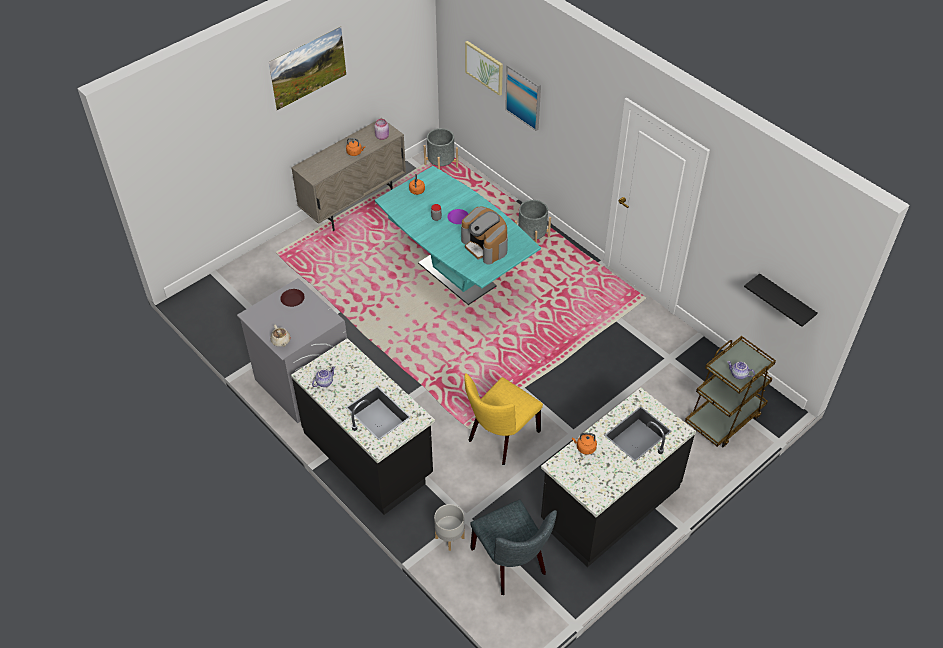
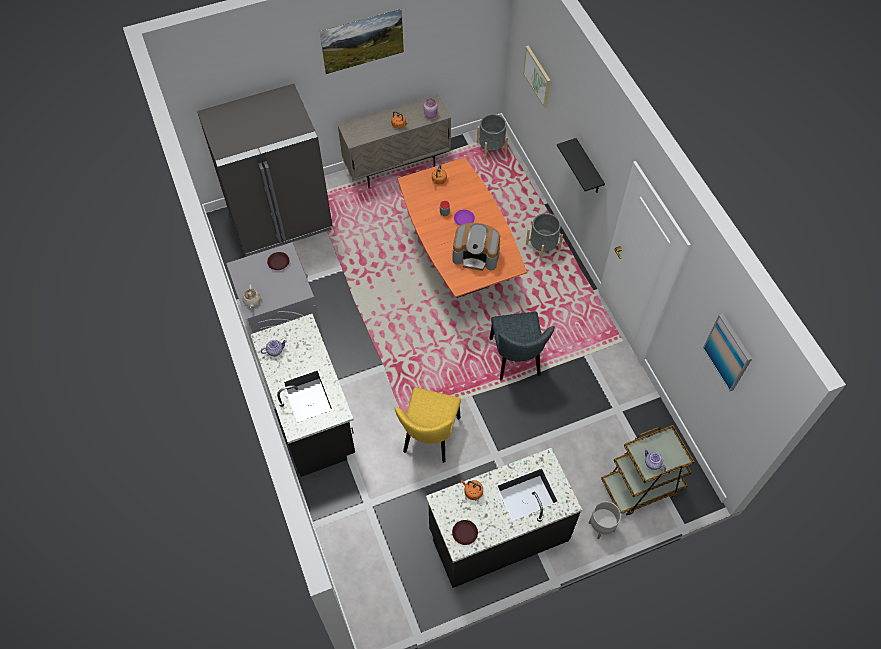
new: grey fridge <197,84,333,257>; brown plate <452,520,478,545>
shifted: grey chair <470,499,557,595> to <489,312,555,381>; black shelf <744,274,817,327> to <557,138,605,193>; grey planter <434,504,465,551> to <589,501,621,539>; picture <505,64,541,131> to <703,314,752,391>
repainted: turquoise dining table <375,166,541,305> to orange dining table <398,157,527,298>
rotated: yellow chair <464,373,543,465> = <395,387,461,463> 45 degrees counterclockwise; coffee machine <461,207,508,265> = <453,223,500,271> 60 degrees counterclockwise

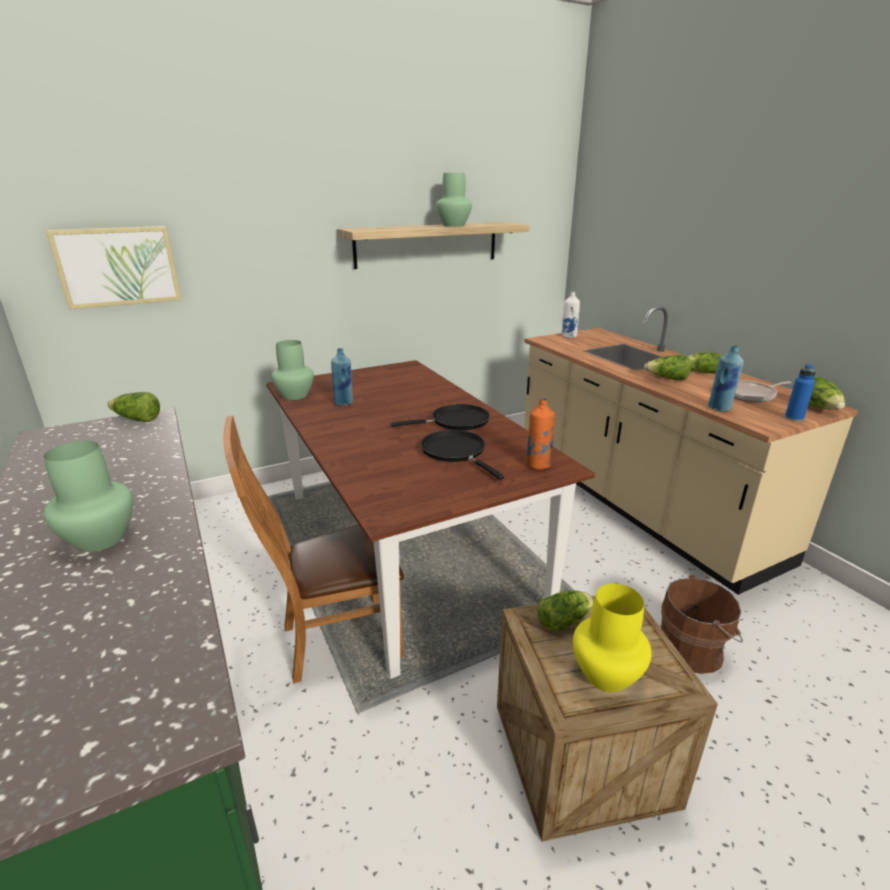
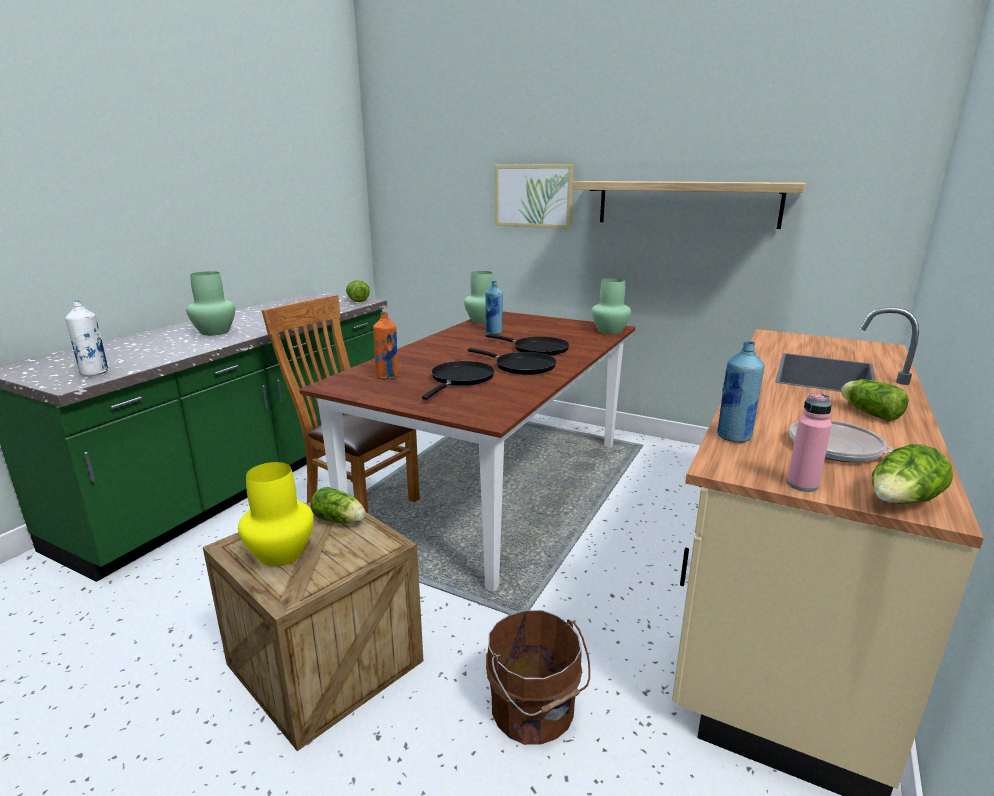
gone: lettuce <644,355,691,380>
new: black frying pan <485,334,570,356>
shifted: white bottle <562,292,580,338> to <65,300,109,376>; orange bottle <527,397,555,470> to <373,312,398,379>; picture <46,226,181,309> to <495,164,574,229>; green vase <436,173,472,227> to <591,278,631,334>
repainted: blue bottle <785,364,816,422> to pink bottle <787,393,832,492>

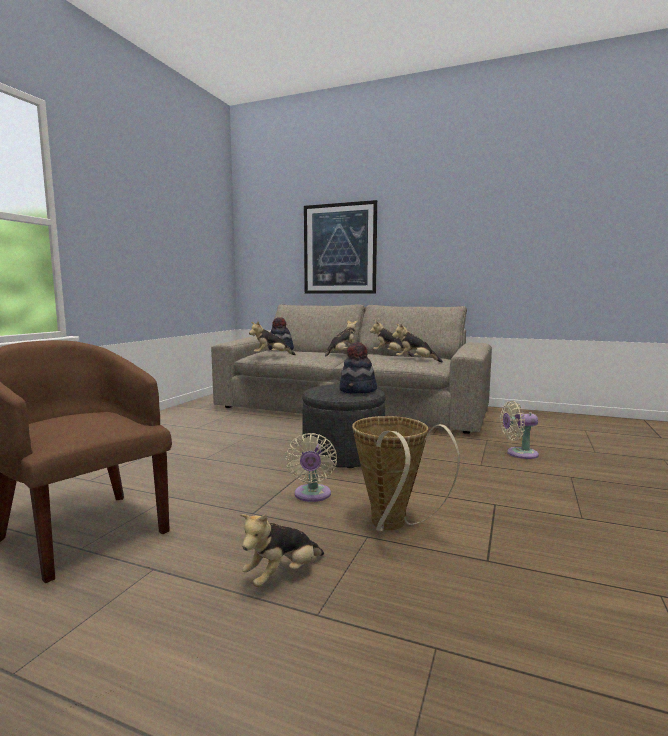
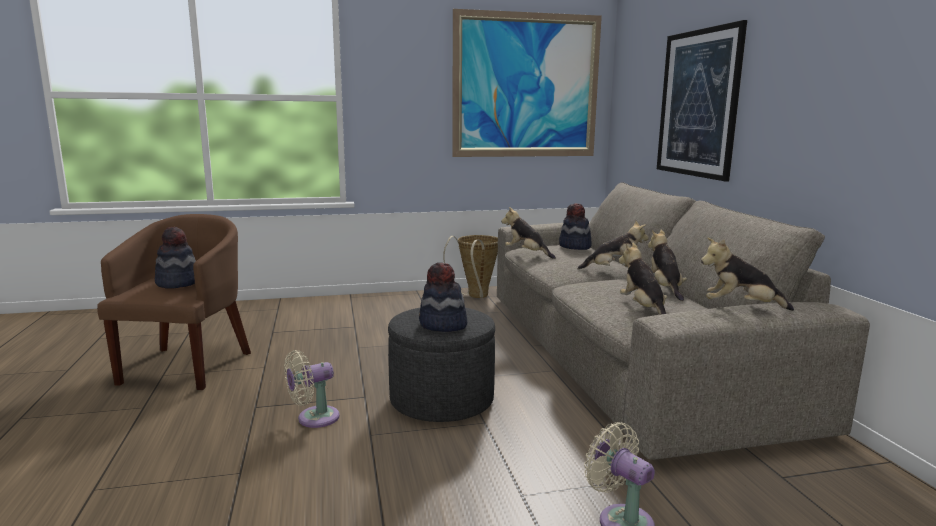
new: hat <155,227,196,288>; picture <452,9,602,157>
shifted: basket <352,416,460,531> to <443,235,498,298>; plush toy <240,514,324,587> to <701,237,794,311>

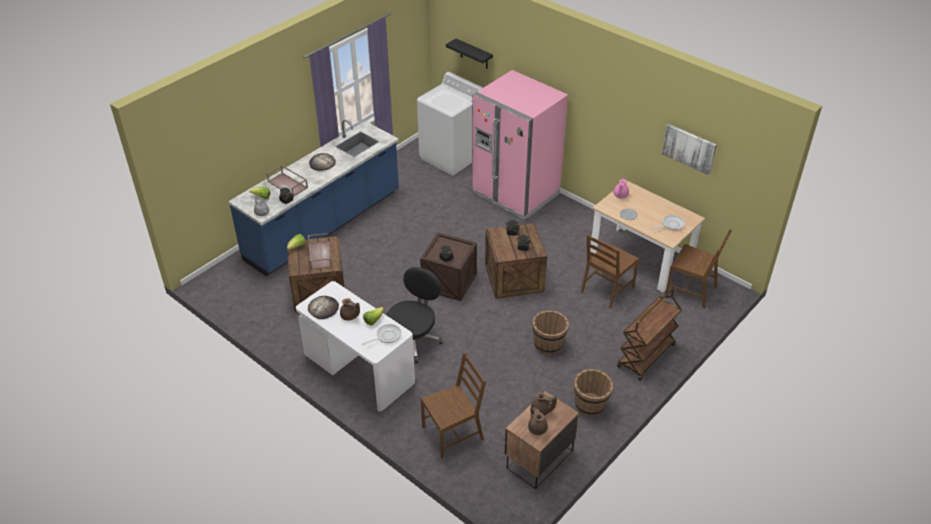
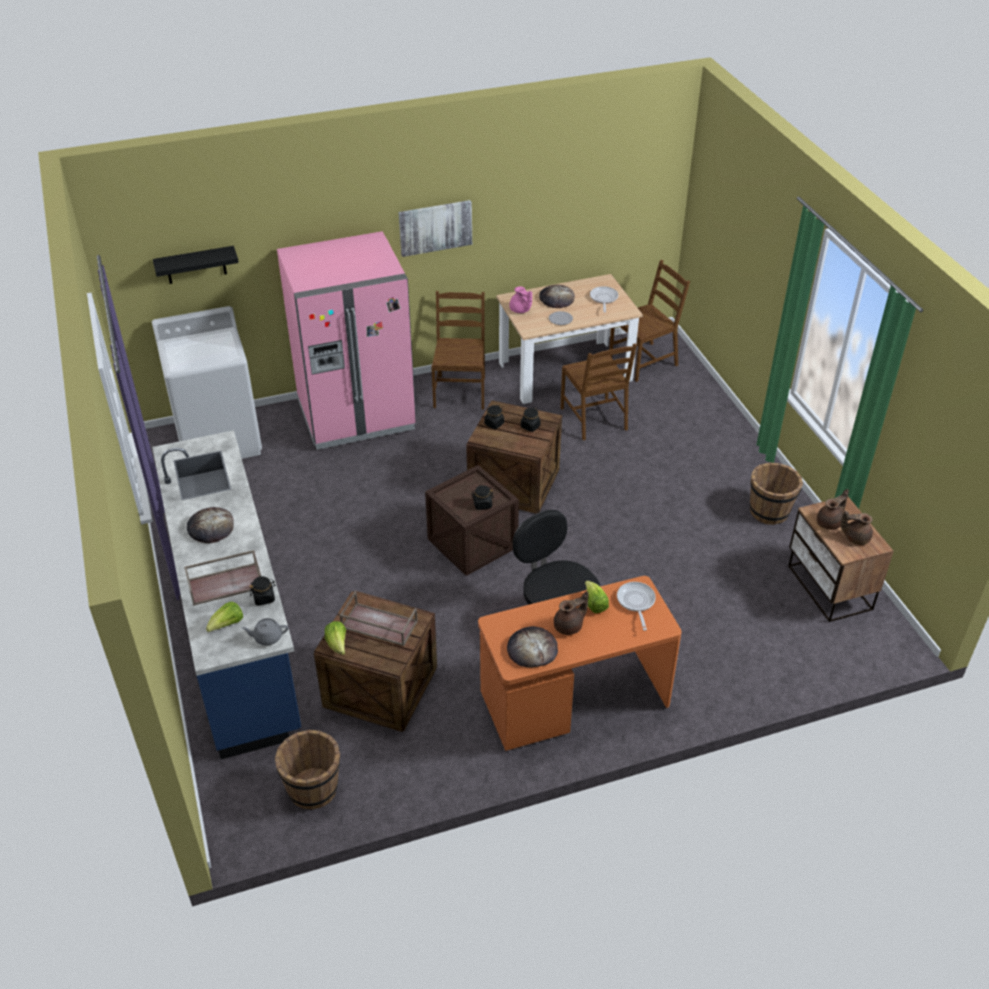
gone: brown cart <617,288,682,381>
new: bread <539,285,575,308>
shifted: brown bucket <532,310,569,355> to <275,730,340,810>; picture <662,124,717,175> to <399,200,472,257>; brown chair <420,352,486,459> to <431,291,485,410>
repainted: white desk <296,281,415,411> to orange desk <478,576,682,751>

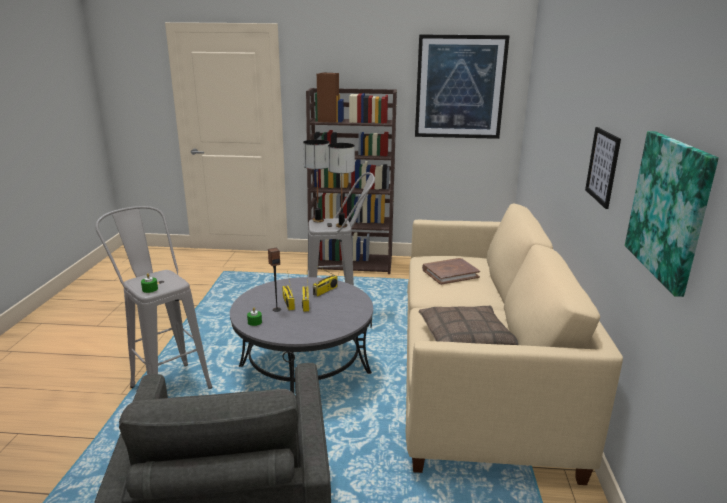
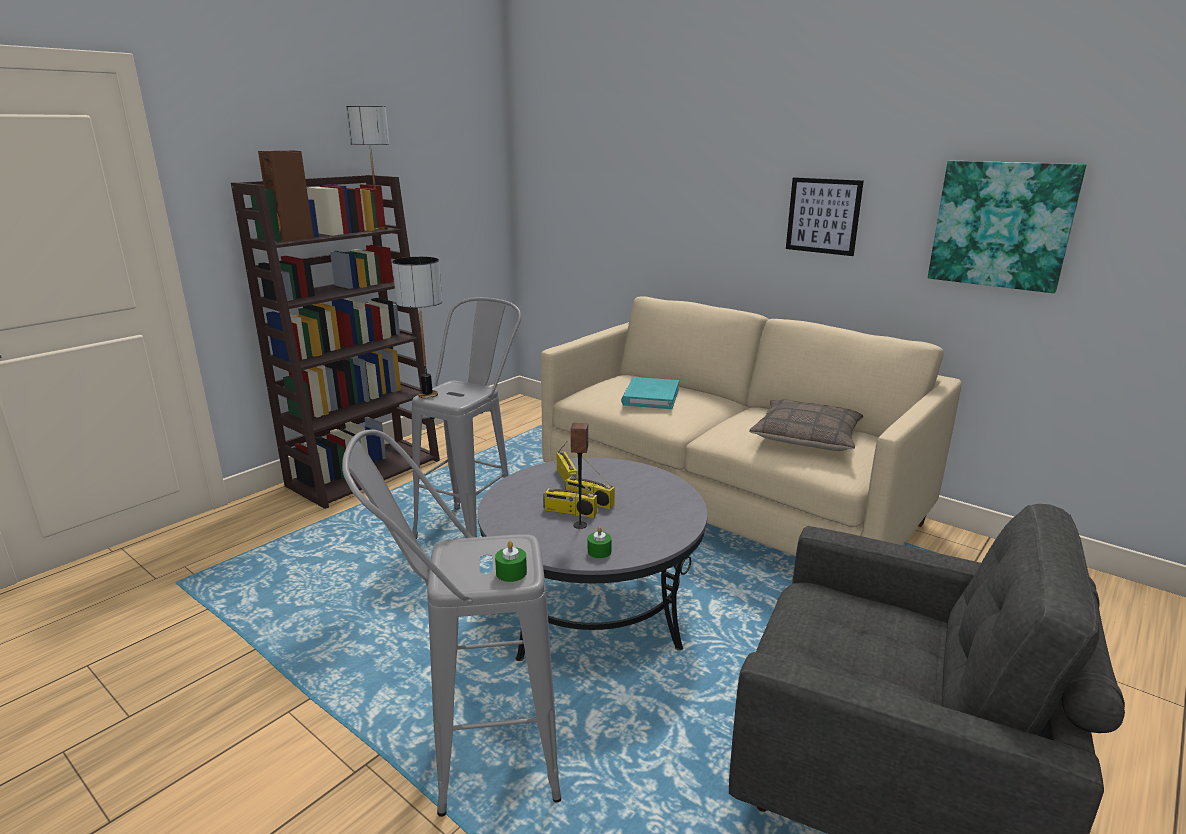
gone: picture <415,34,510,139>
shifted: table lamp <328,143,355,228> to <346,106,389,230>
repainted: brown book <422,258,480,285> to turquoise book <621,377,679,409>

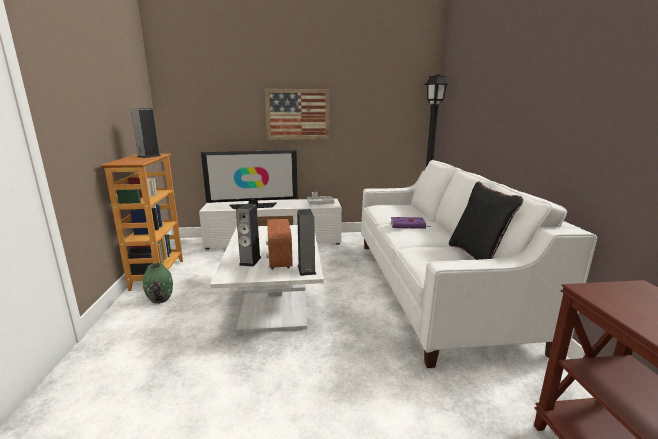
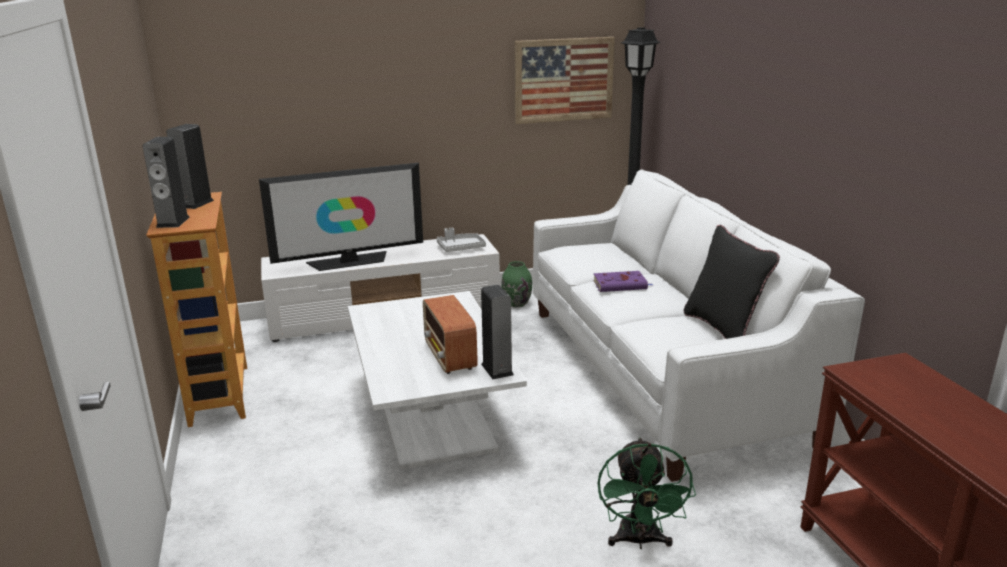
new: green fan <598,437,696,549>
shifted: speaker <236,204,261,267> to <143,137,190,228>; green vase <143,263,173,304> to <501,261,532,308>; picture <265,89,329,140> to <515,37,615,124>

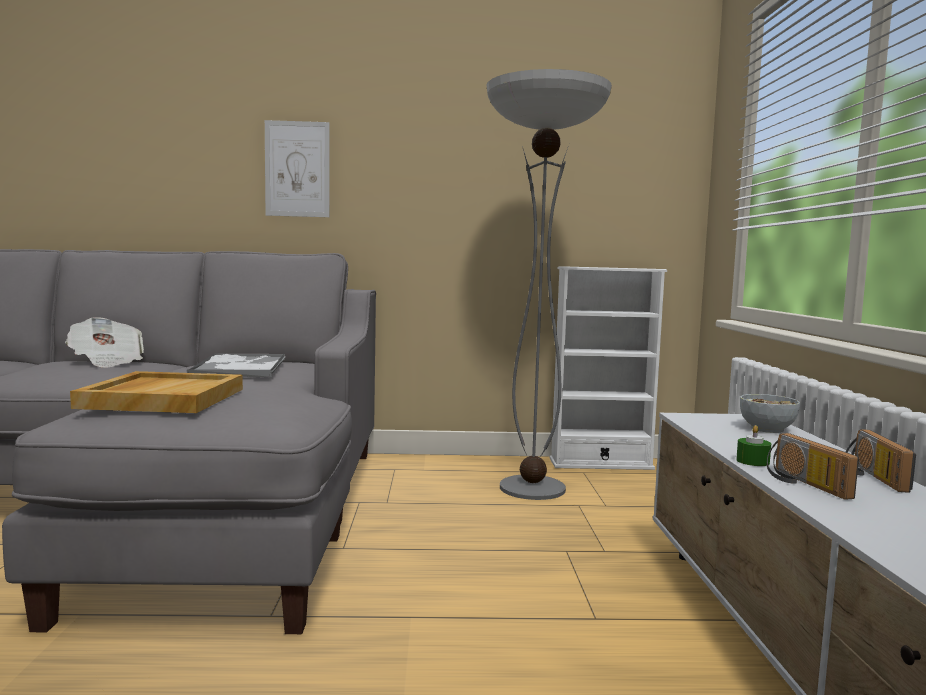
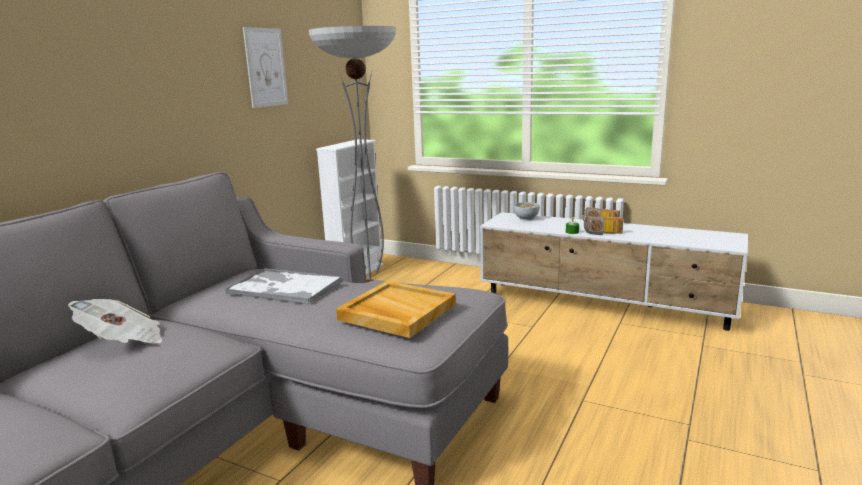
shifted: picture <265,120,330,217> to <243,27,288,108>

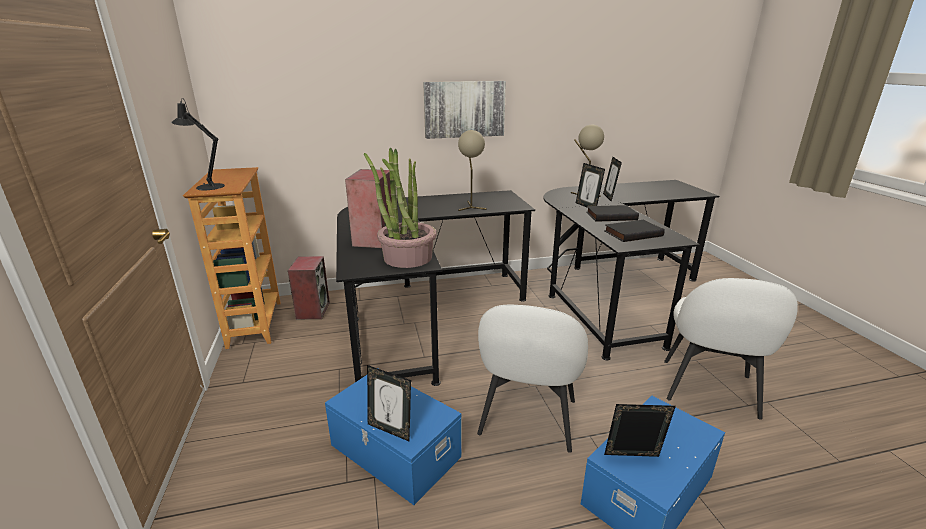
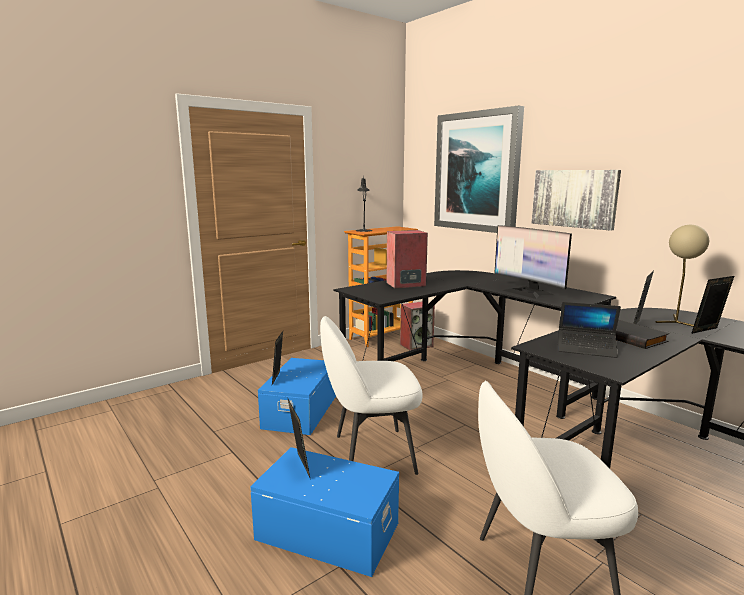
gone: potted plant <364,147,437,268>
new: picture <434,106,524,233>
swapped: beige table lamp <458,130,487,211> to monitor <494,225,572,299>; black book <604,220,665,242> to laptop <558,302,621,358>

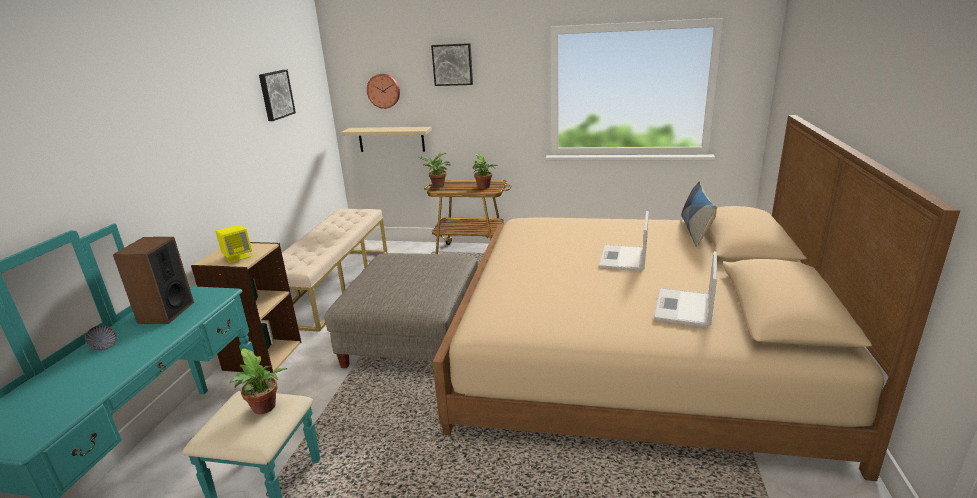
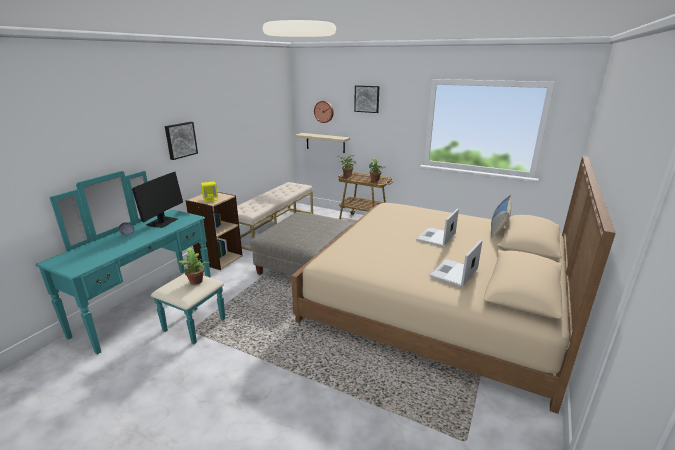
shifted: picture <259,70,296,121> to <165,122,198,160>
swapped: speaker <113,237,194,324> to monitor <132,172,183,228>

